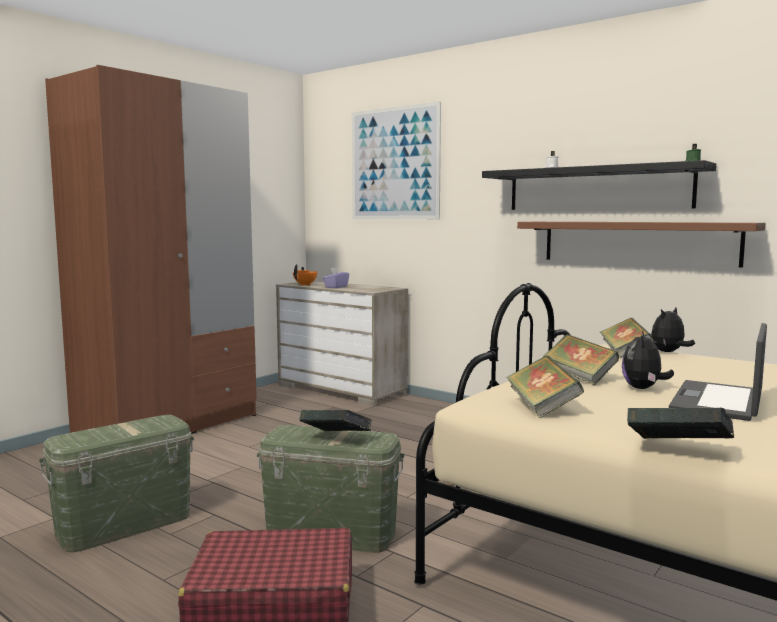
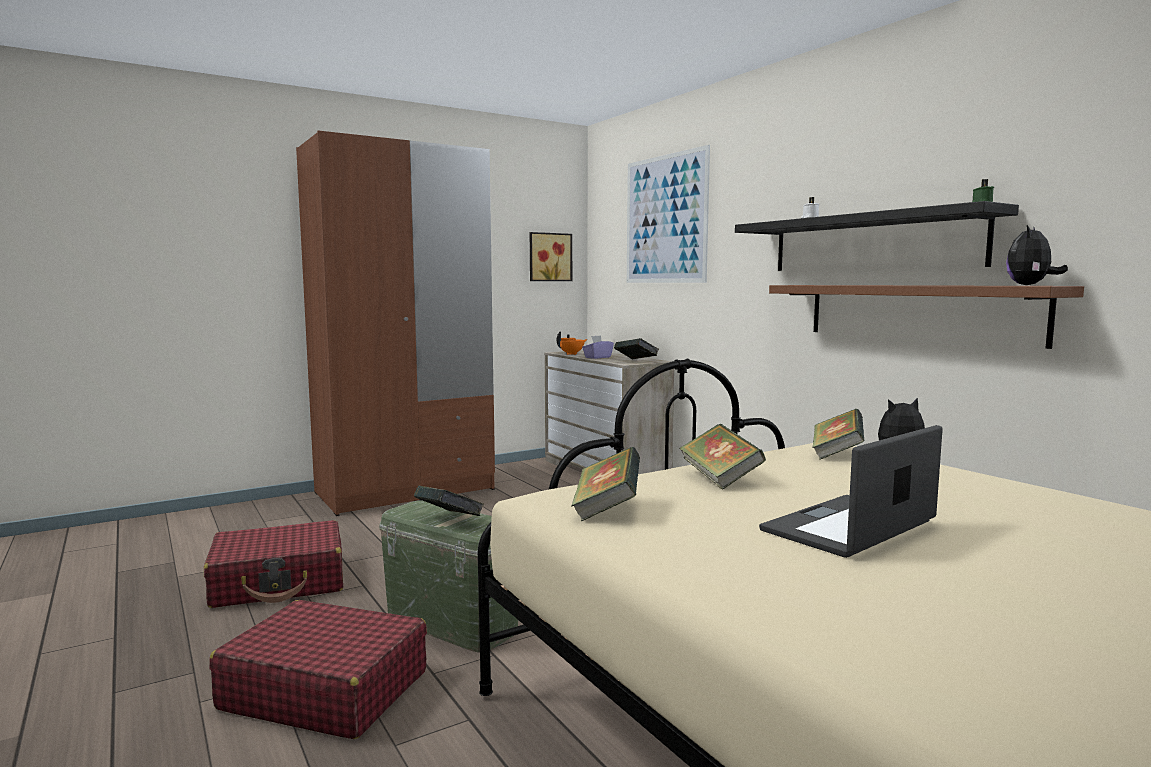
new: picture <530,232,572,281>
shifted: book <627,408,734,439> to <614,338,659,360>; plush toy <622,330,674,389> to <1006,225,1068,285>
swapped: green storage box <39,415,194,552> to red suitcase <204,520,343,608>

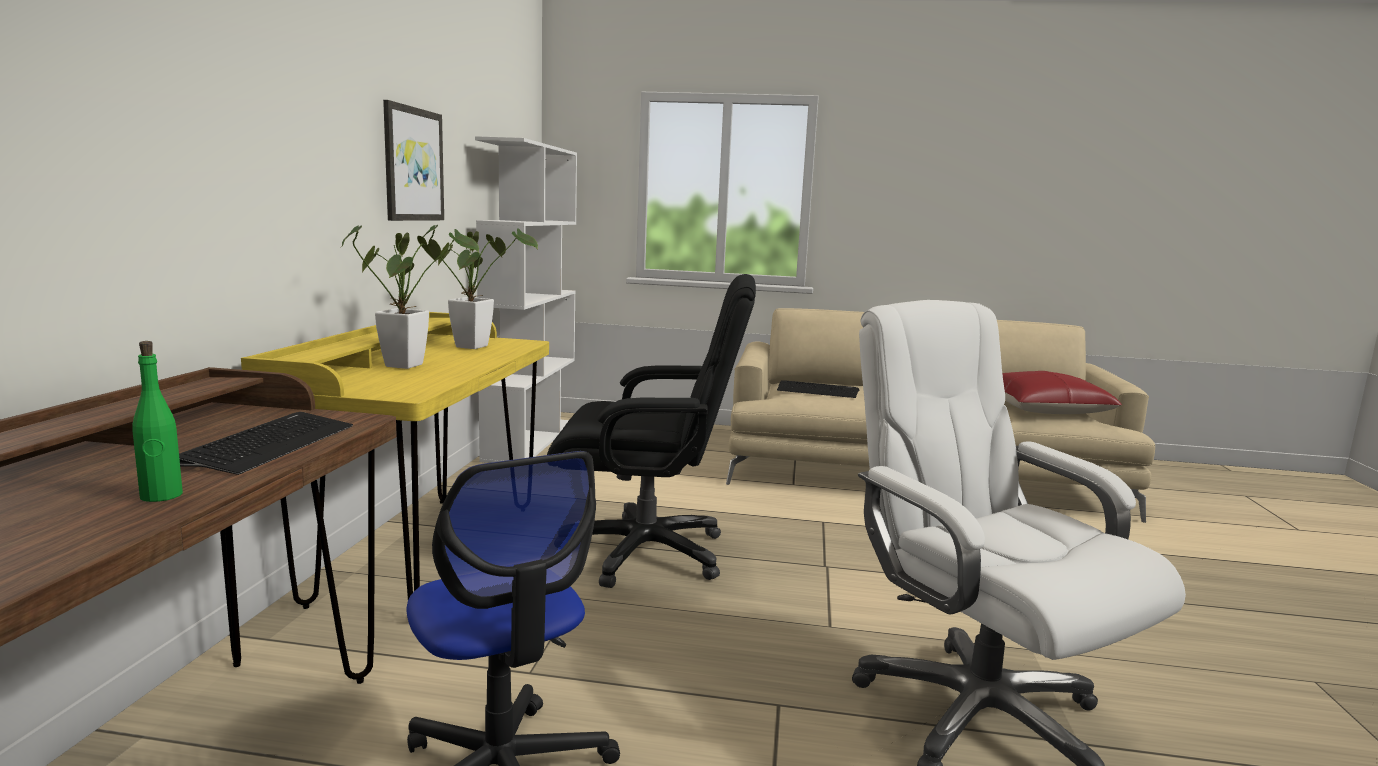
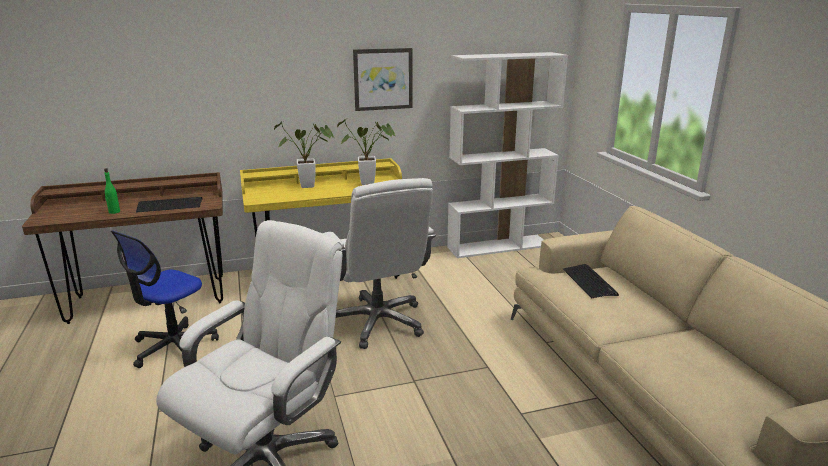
gone: red pillow <1002,371,1122,414>
repainted: black office chair <547,274,756,588> to white office chair <322,178,436,349>

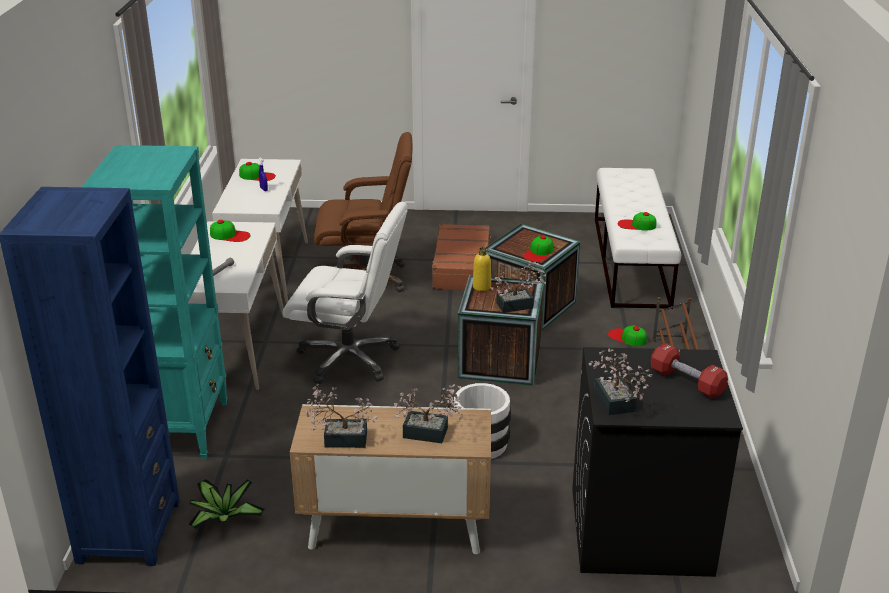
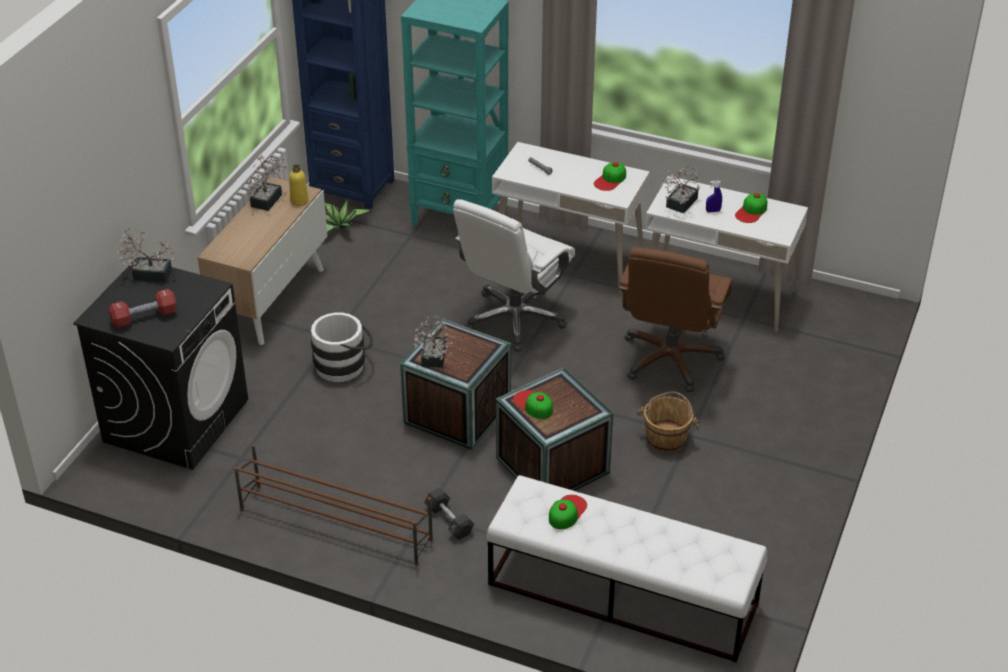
shifted: yellow bottle <473,247,491,291> to <289,164,308,206>; potted plant <394,384,463,443> to <660,166,700,213>
swapped: cap <608,325,647,346> to black dumbbell <424,488,475,540>; brown suitcase <432,224,491,290> to brown bucket <637,391,700,452>

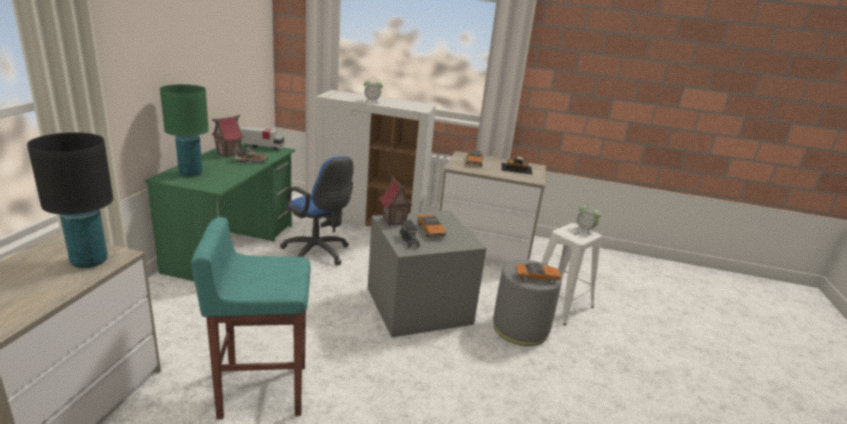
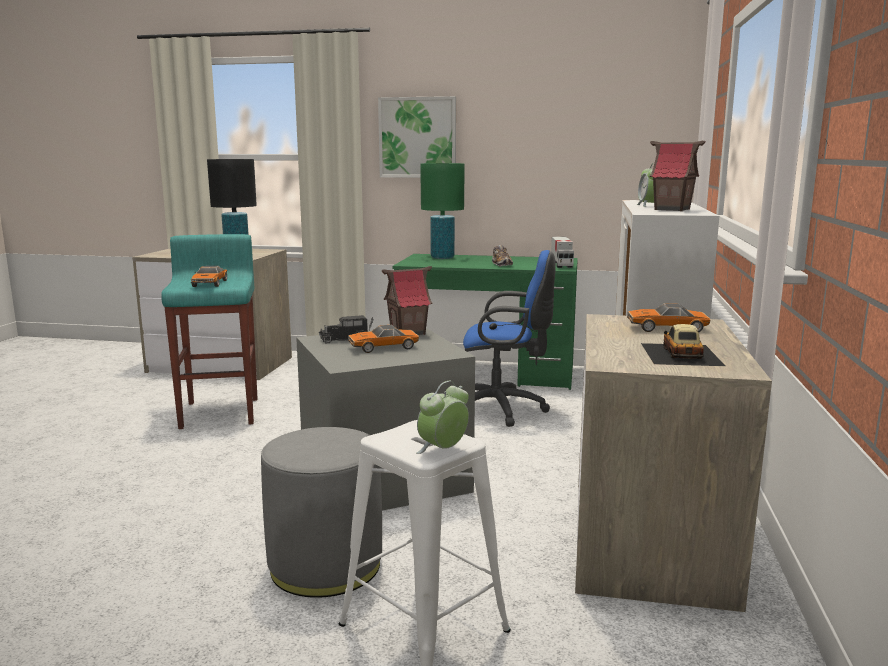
new: picture <378,96,456,178>
shifted: toy car <515,262,561,284> to <191,266,227,287>; toy house <211,115,244,157> to <650,141,705,211>
rotated: blue office chair <280,156,353,265> = <463,250,556,427> 120 degrees counterclockwise

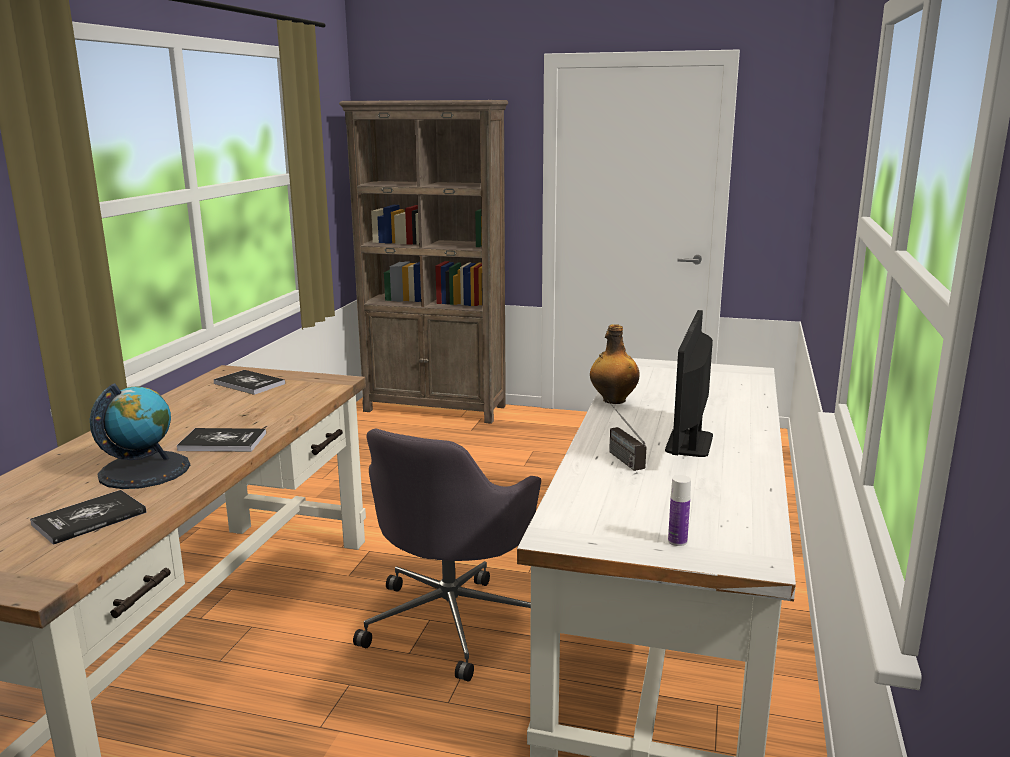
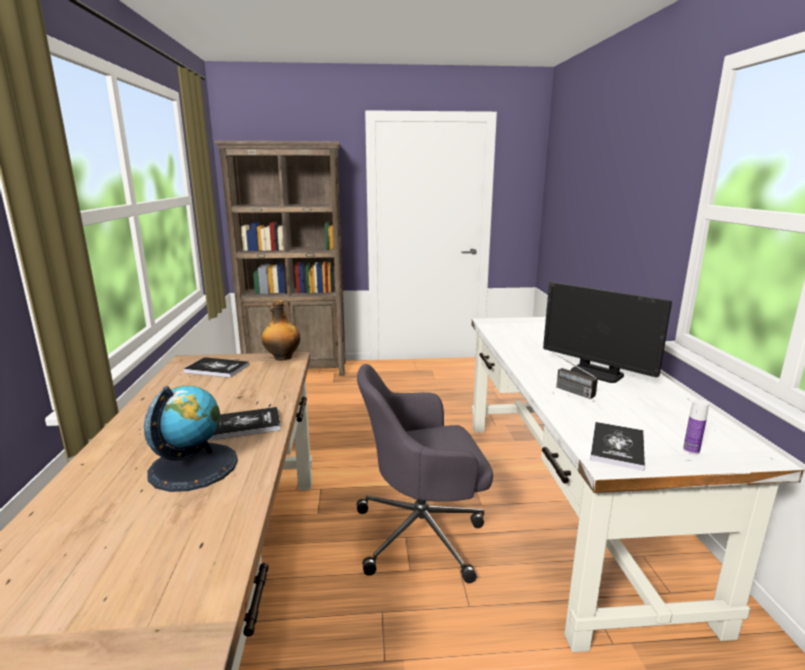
shifted: bottle <590,324,640,404> to <262,300,300,360>; book <30,490,146,545> to <590,422,645,471>
rotated: grey office chair <353,429,541,682> = <357,364,493,583> 75 degrees clockwise; monitor <665,310,713,457> = <543,282,672,383> 45 degrees counterclockwise

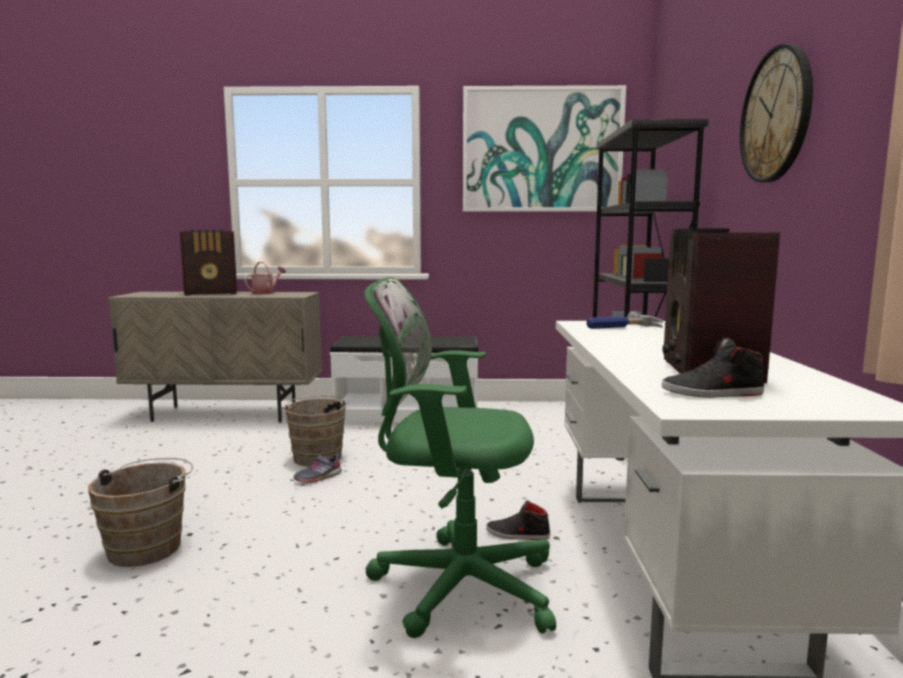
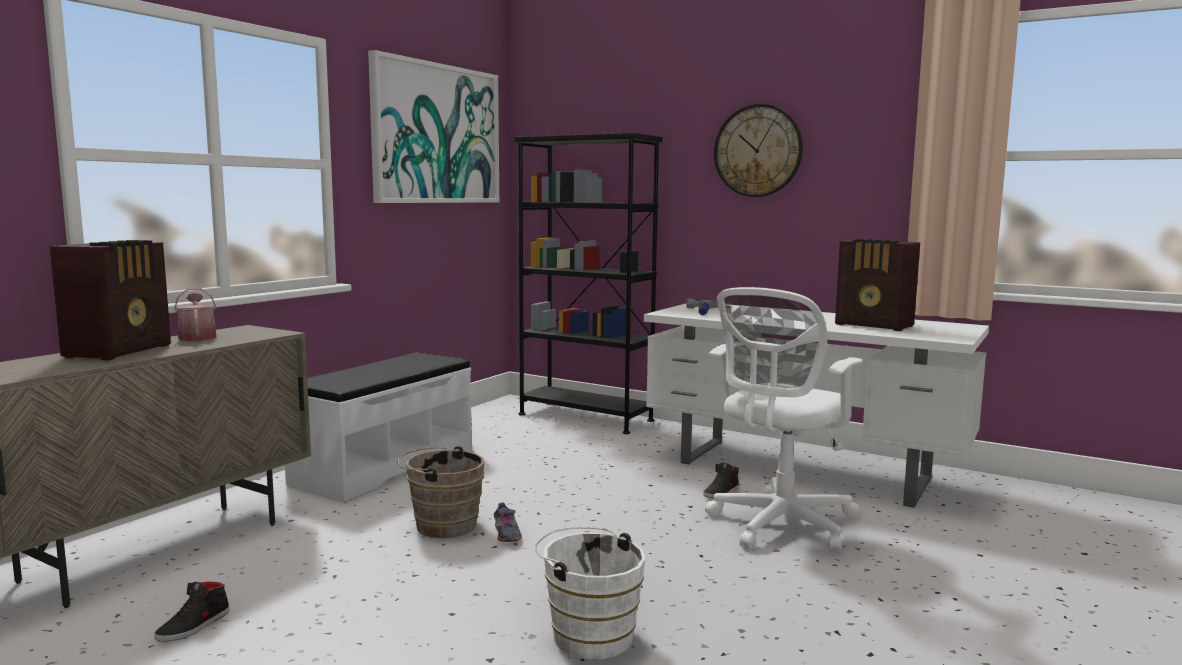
shifted: black shoe <661,338,764,398> to <154,582,229,642>
repainted: brown bucket <88,458,193,567> to white bucket <535,527,645,659>; green office chair <364,277,556,638> to white office chair <705,287,863,552>

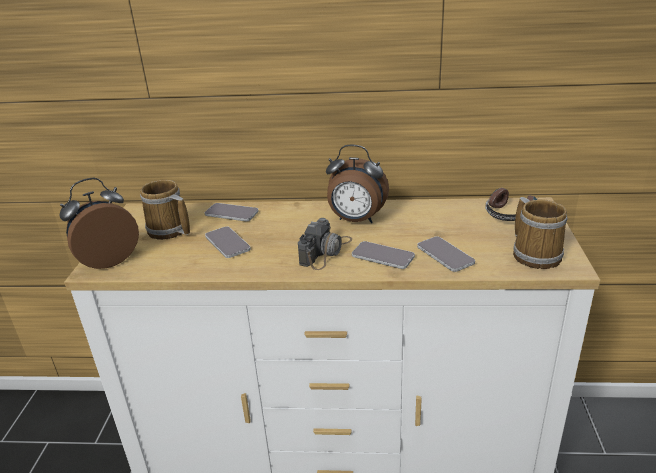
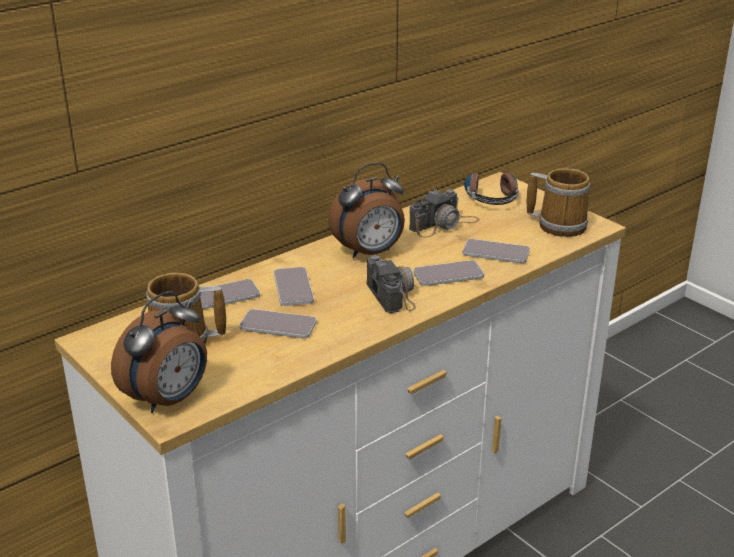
new: phone <274,267,314,306>; photo camera <409,189,479,238>
rotated: alarm clock <60,178,139,269> = <111,291,207,413> 150 degrees counterclockwise

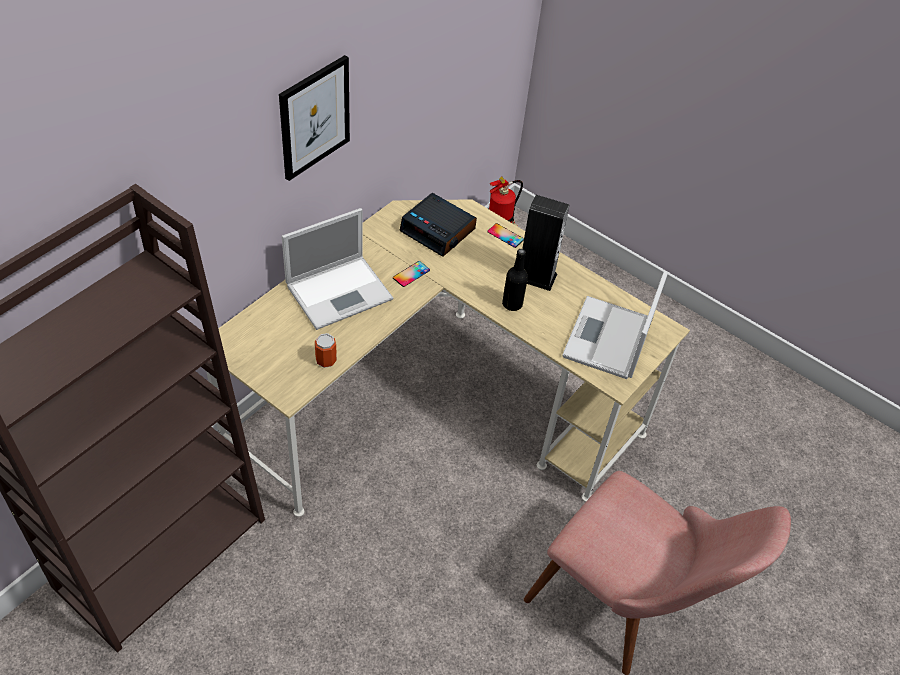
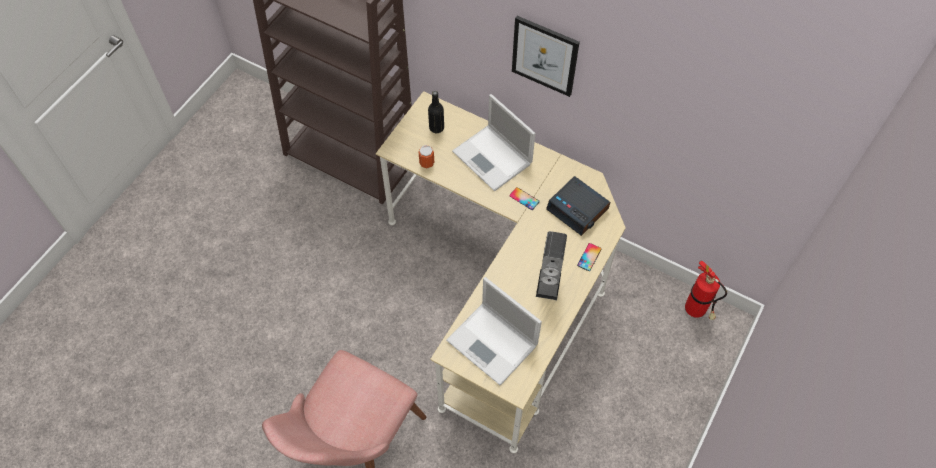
shifted: black bottle <502,249,528,311> to <428,91,444,133>
rotated: laptop <562,271,668,379> = <446,277,542,385> 150 degrees counterclockwise; alarm clock <399,193,477,257> = <546,176,611,236> 75 degrees counterclockwise

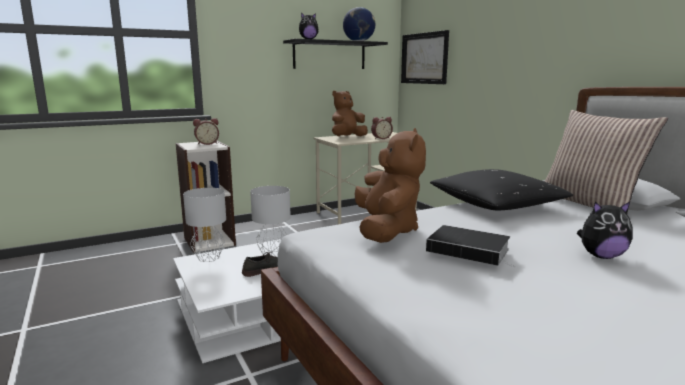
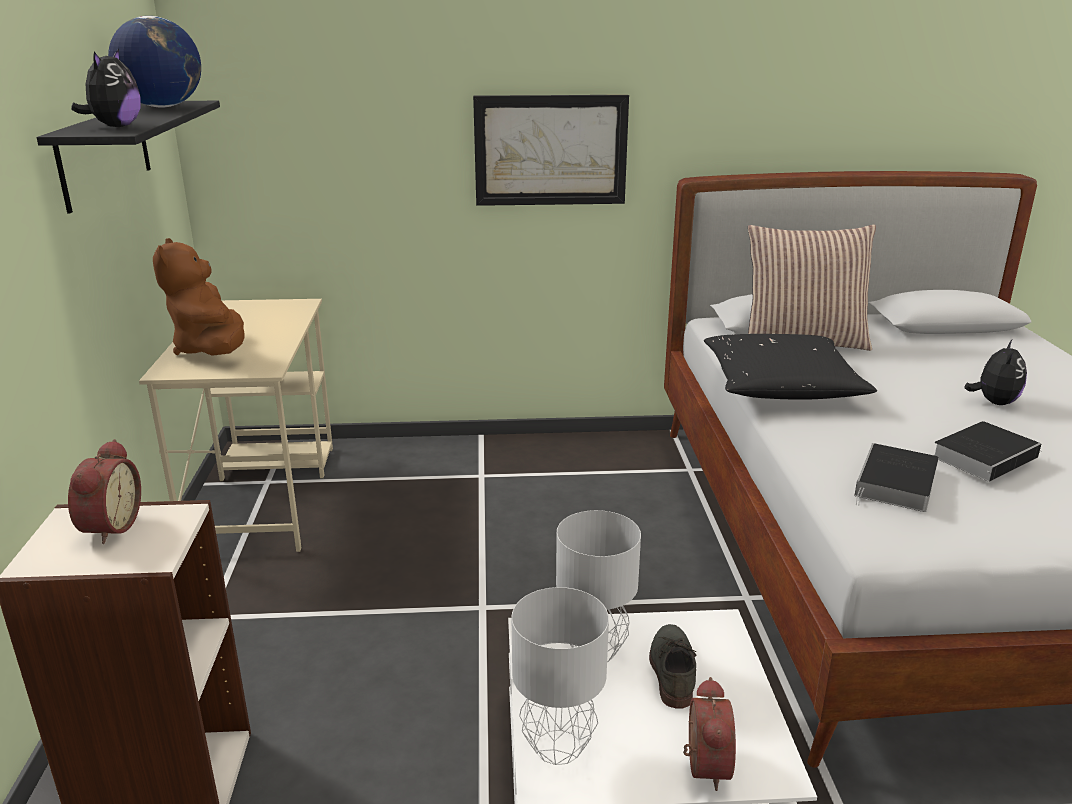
shifted: picture <401,30,449,84> to <473,95,629,206>; alarm clock <371,117,393,139> to <683,677,736,791>
swapped: brown plush toy <355,128,426,243> to book <854,443,939,512>

